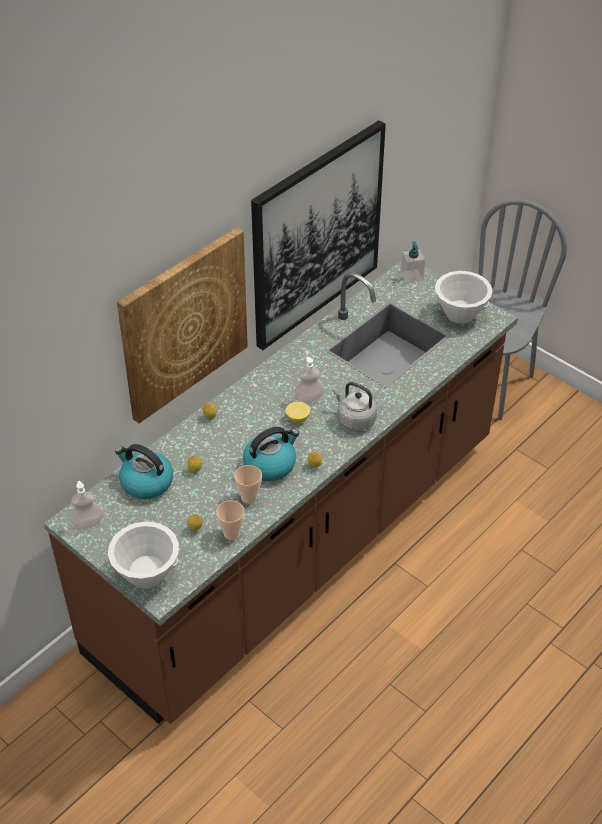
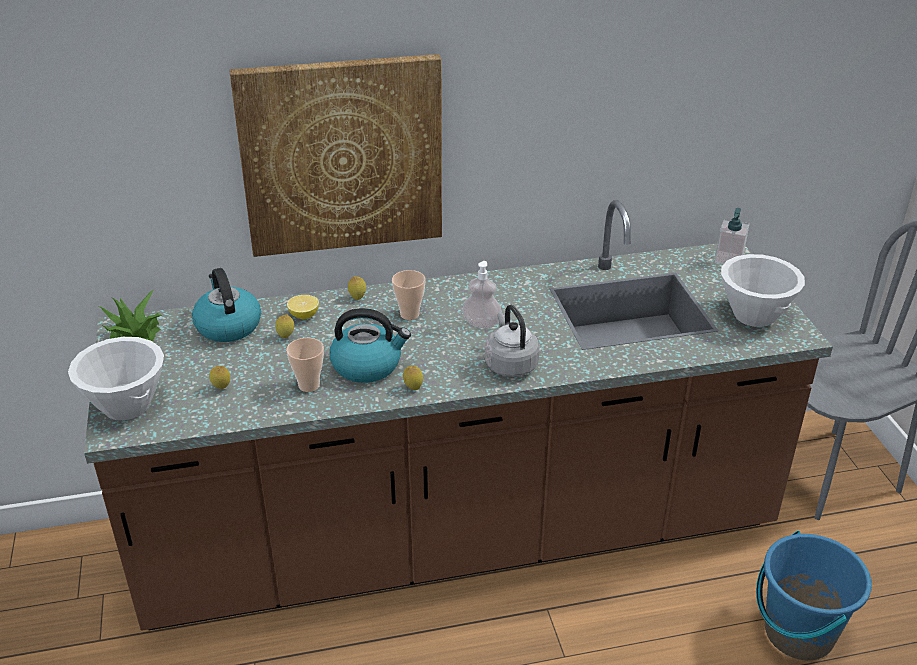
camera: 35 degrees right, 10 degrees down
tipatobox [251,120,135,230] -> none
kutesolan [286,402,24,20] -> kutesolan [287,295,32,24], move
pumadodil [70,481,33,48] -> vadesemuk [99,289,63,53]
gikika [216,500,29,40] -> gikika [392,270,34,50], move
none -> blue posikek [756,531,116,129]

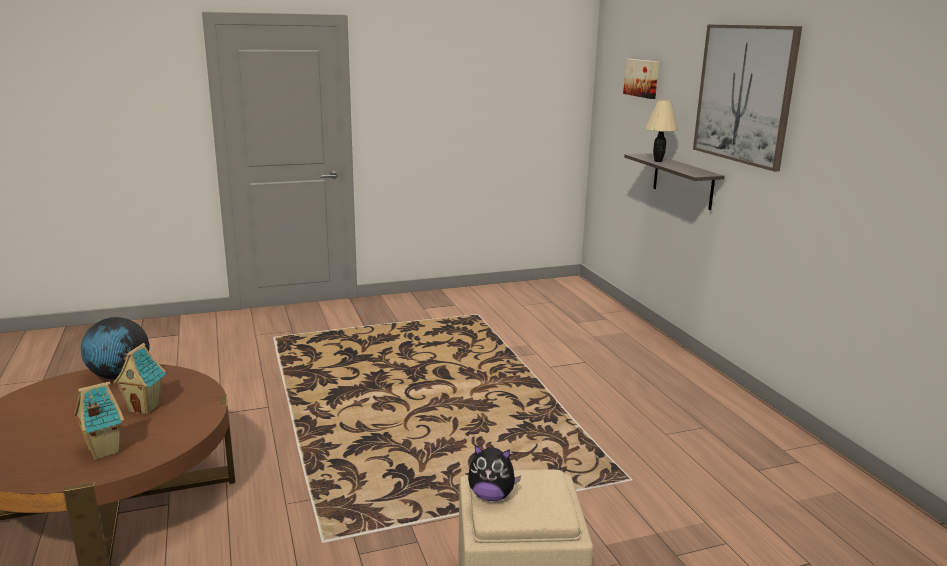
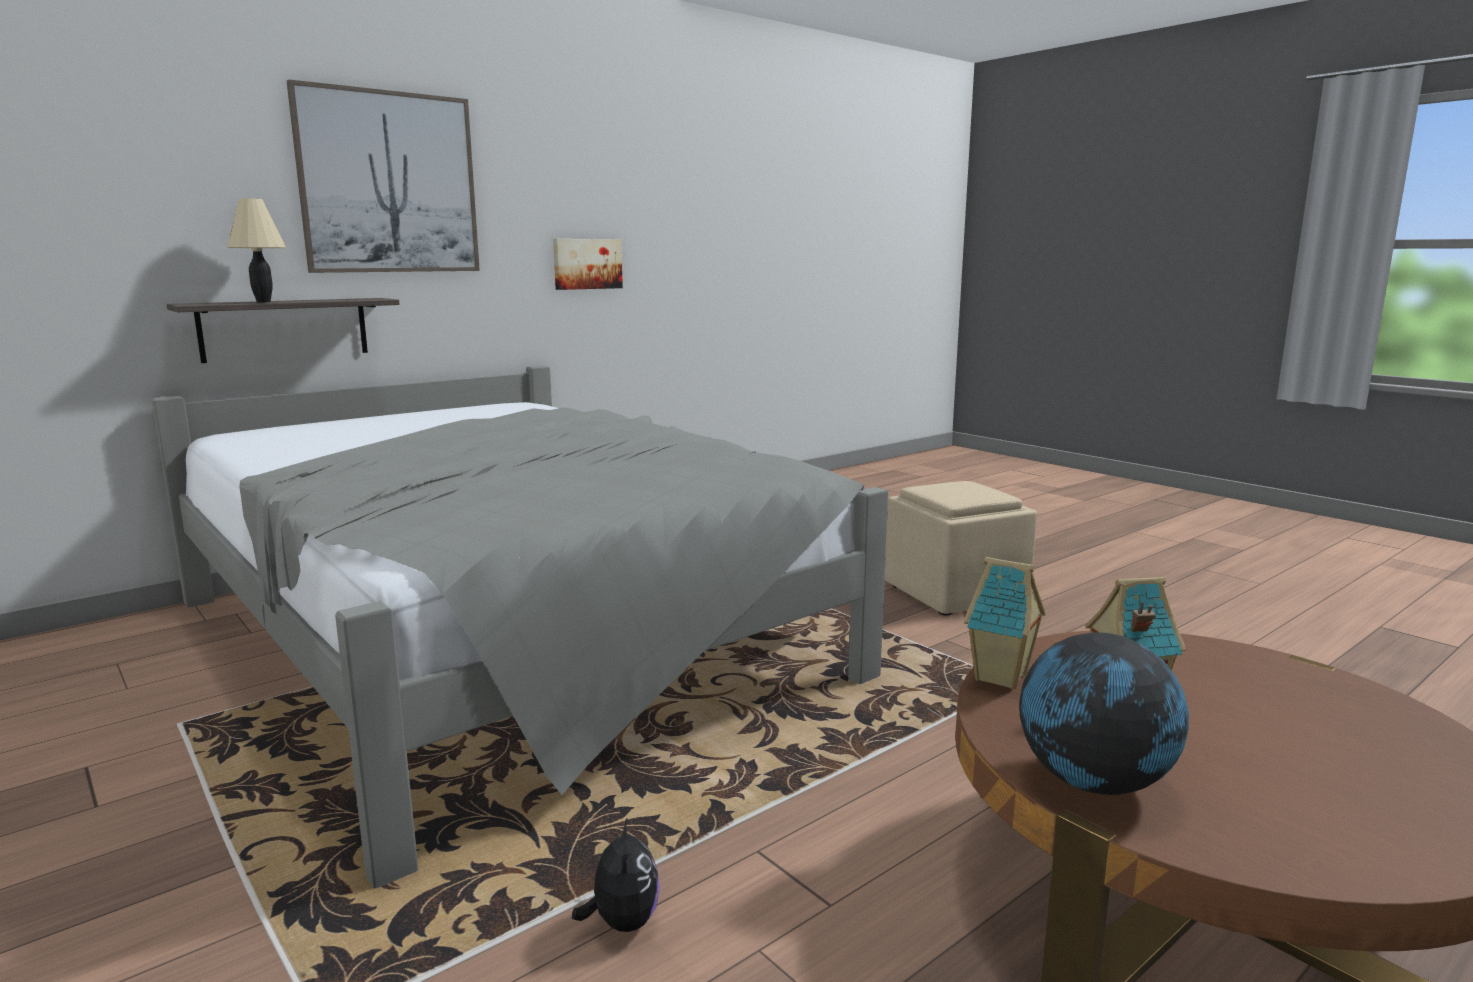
camera: 110 degrees left, 5 degrees down
tipatobox [623,59,36,40] -> tipatobox [553,239,70,51], move
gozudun [74,381,50,79] -> gozudun [964,557,82,132], move
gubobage [468,445,53,56] -> gubobage [572,817,88,115], move
none -> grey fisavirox [151,365,737,523]

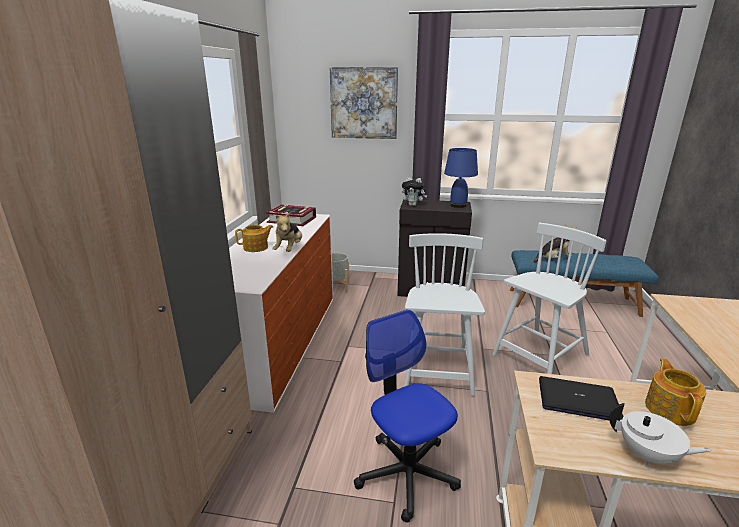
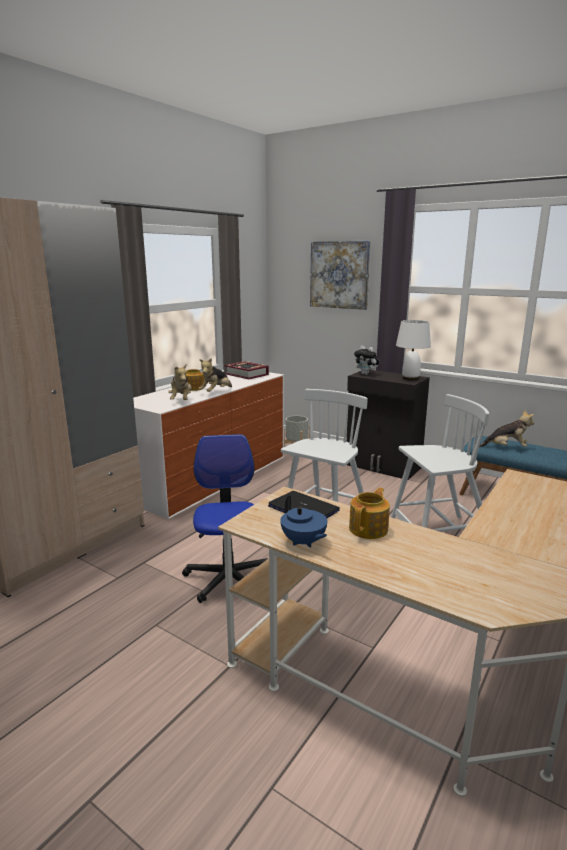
camera: 25 degrees right, 5 degrees down
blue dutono [444,148,34,60] -> white dutono [396,320,35,61]
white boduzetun [609,403,102,62] -> blue boduzetun [280,496,47,52]
none -> gubobage [168,364,23,36]

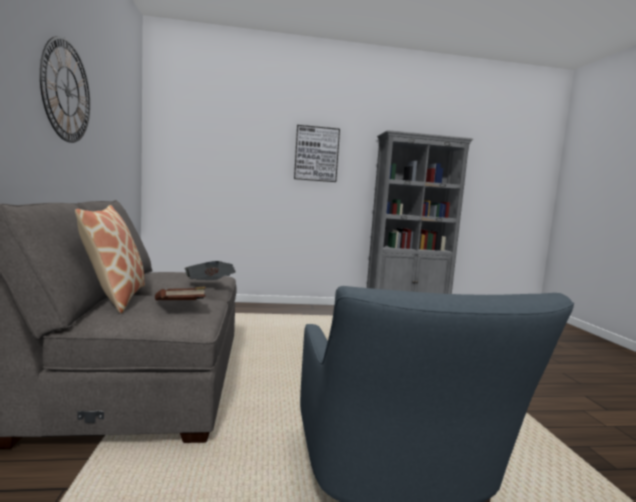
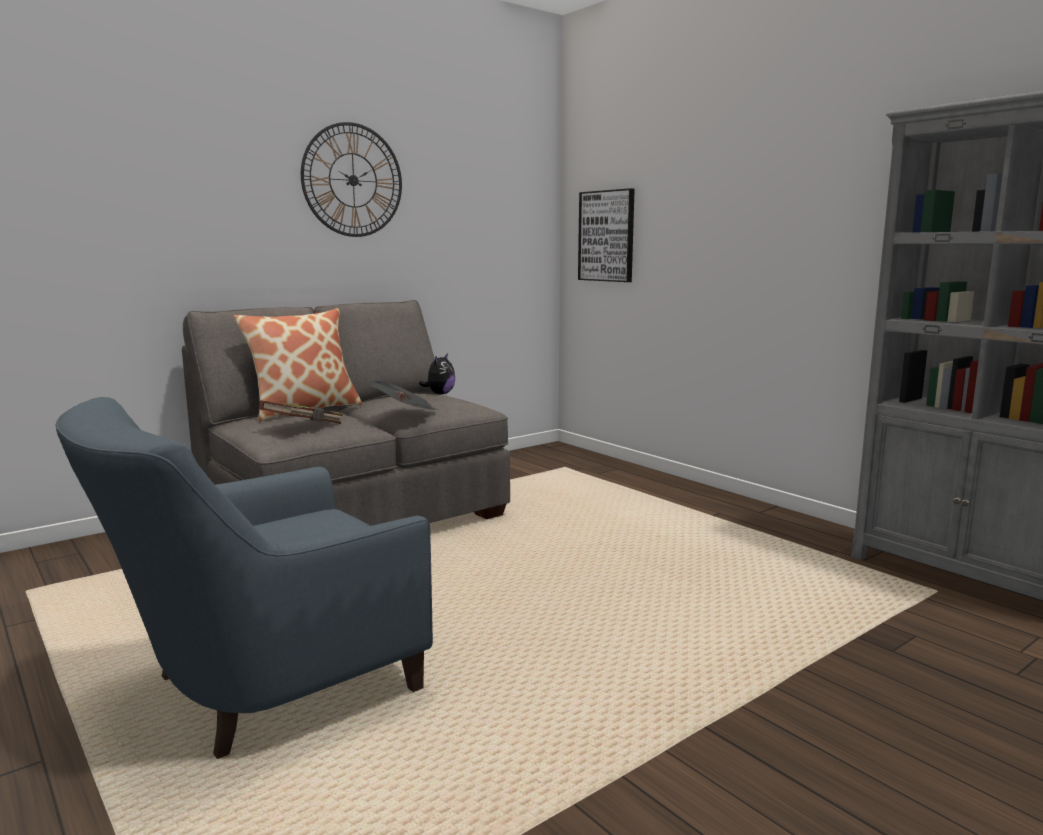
camera: 60 degrees right, 5 degrees up
tipatobox [294,125,46,57] -> tipatobox [578,188,57,94], move
none -> gubobage [419,353,36,41]

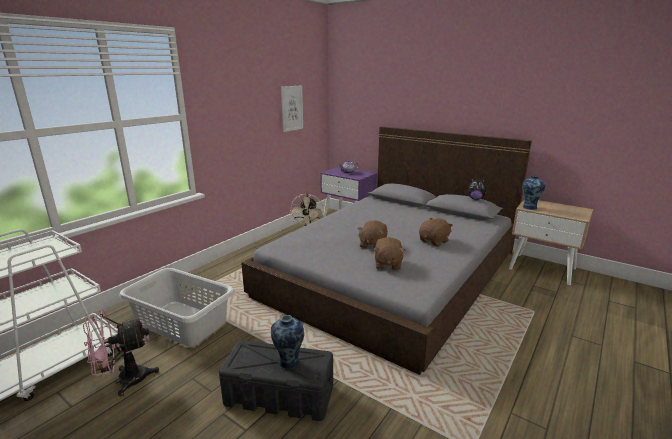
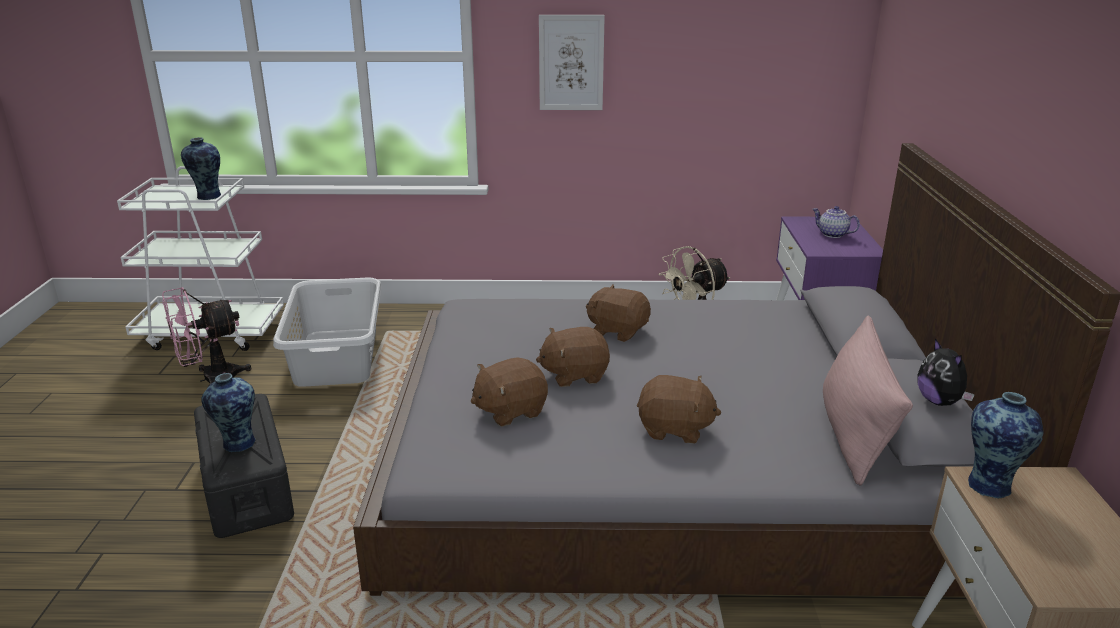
camera: 55 degrees right, 5 degrees up
tipatobox [281,86,22,46] -> tipatobox [539,15,66,95], move
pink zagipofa [83,309,76,88] -> pink zagipofa [162,287,89,99], 60 degrees counterclockwise
none -> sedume [181,137,40,63]
none -> brown gubobage [586,285,65,57]
none -> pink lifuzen [823,315,90,171]

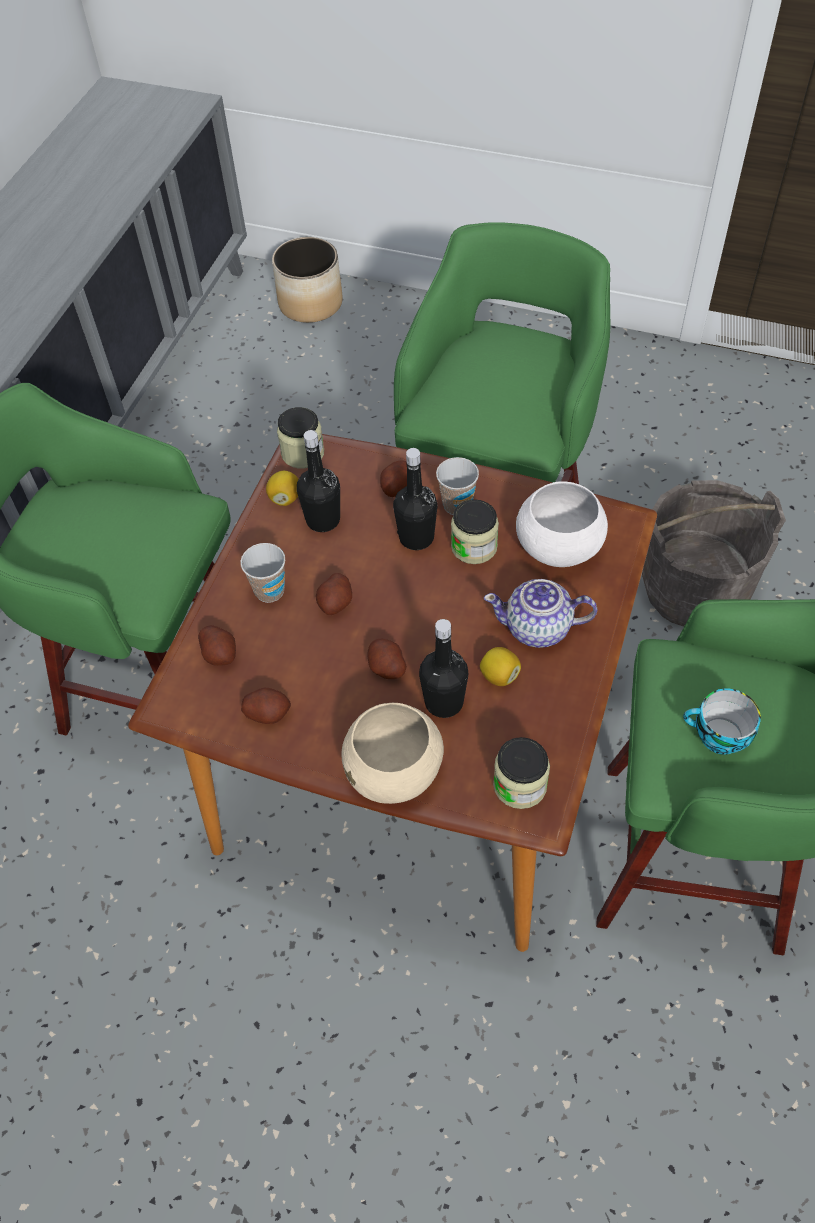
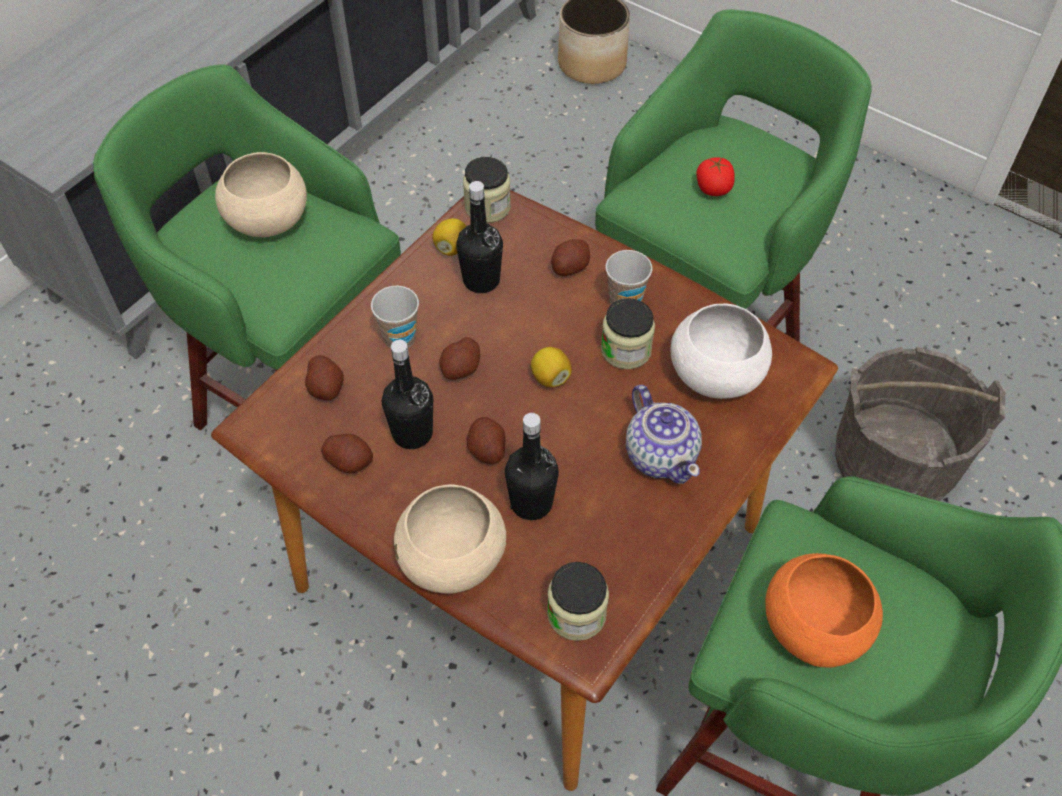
camera: 15 degrees right, 0 degrees up
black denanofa [393,448,44,102] -> black denanofa [382,340,51,109], move
boduzetun [484,579,113,69] -> boduzetun [626,385,76,99], 135 degrees counterclockwise
kutesolan [480,647,41,39] -> kutesolan [531,347,41,40], move
gikika [683,689,78,66] -> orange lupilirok [765,553,118,115]
none -> beige lupilirok [215,152,92,85]
none -> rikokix [696,157,39,39]

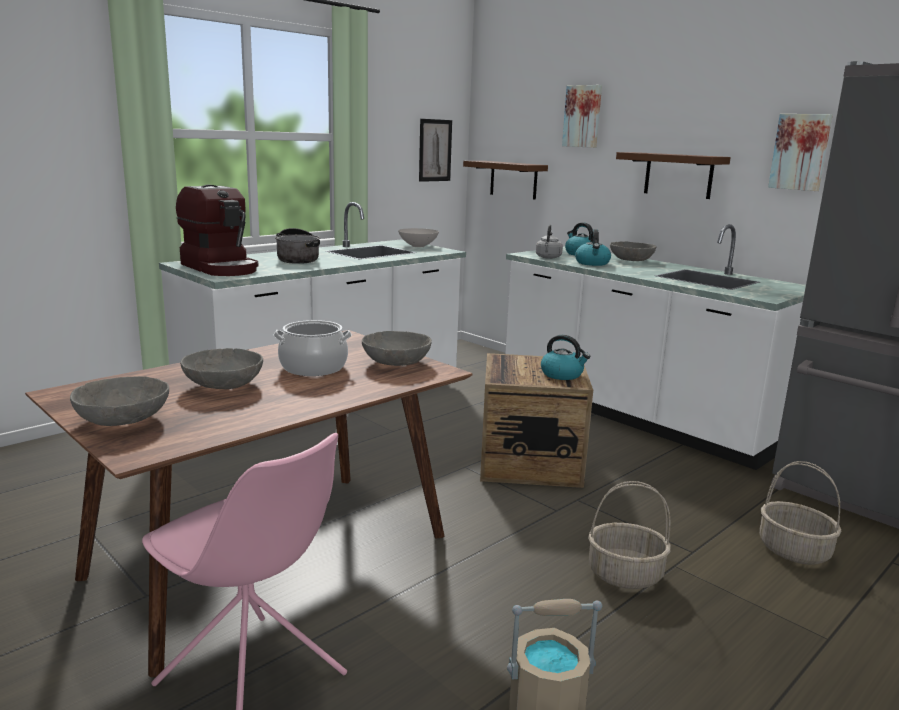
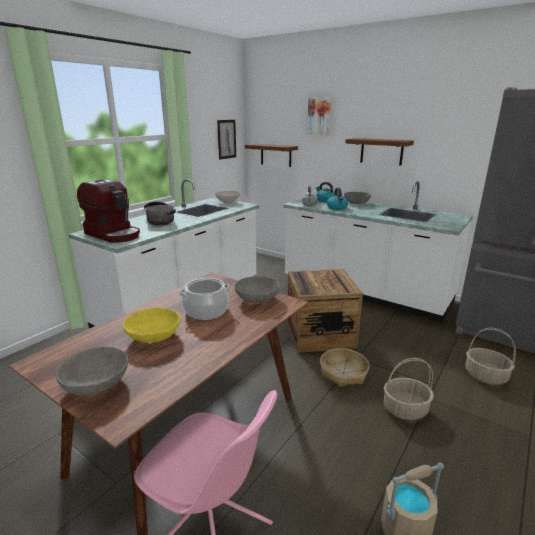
camera: 10 degrees left, 5 degrees up
tipatobox [768,114,65,77] -> none
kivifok [541,335,49,45] -> none
grey lupilirok [180,348,83,41] -> yellow lupilirok [123,308,57,35]
none -> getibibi [320,348,50,39]

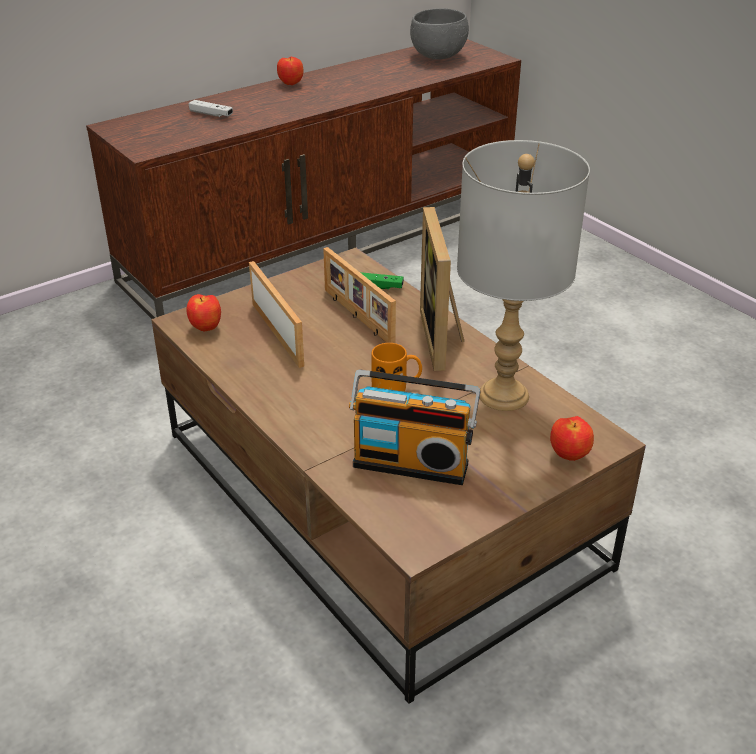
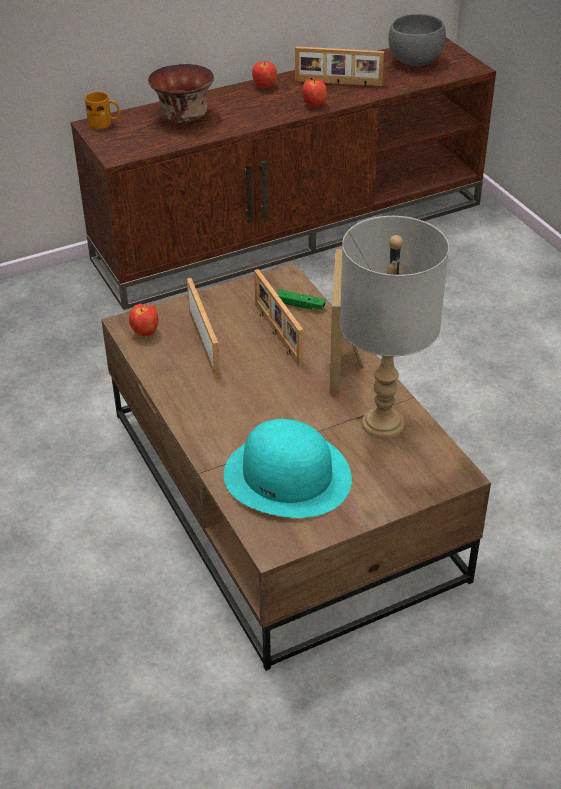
camera: 10 degrees right, 5 degrees up
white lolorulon [189,100,44,17] -> lupilirok [148,64,66,59]
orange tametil [371,343,51,49] -> orange tametil [85,92,35,37], move
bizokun [349,370,132,115] -> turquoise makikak [224,419,128,99]
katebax [550,416,44,45] -> katebax [302,79,25,28], move
none -> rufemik [295,46,89,40]

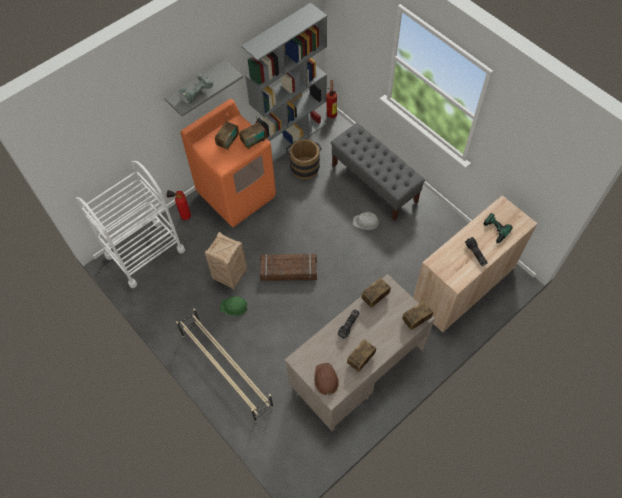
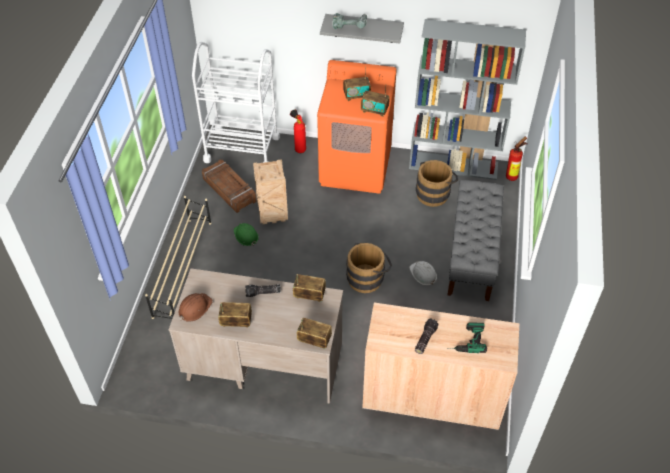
camera: 50 degrees right, 10 degrees down
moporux [260,253,57,28] -> moporux [202,159,55,54], move
none -> brown posikek [346,243,46,50]

